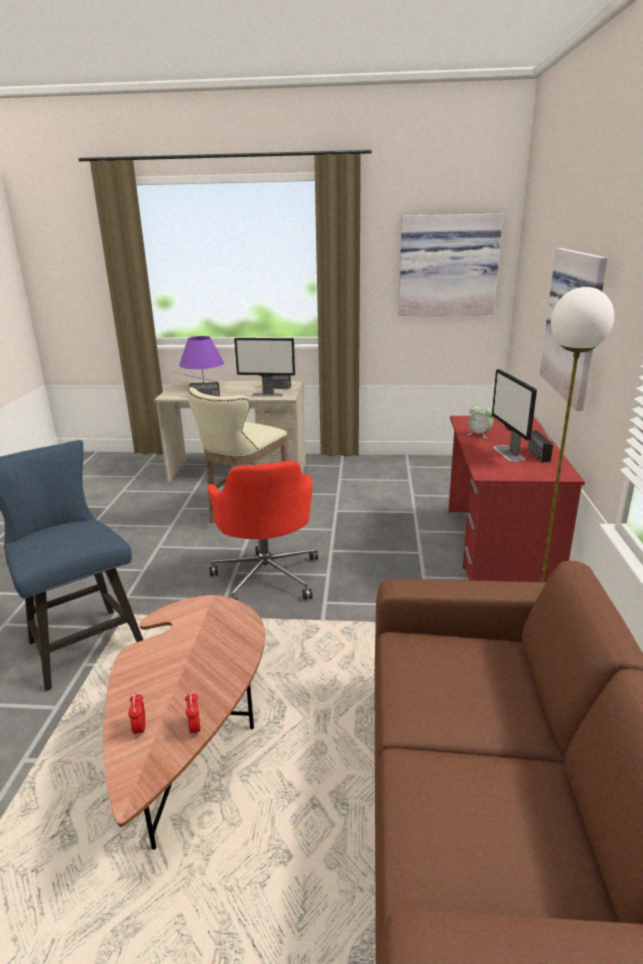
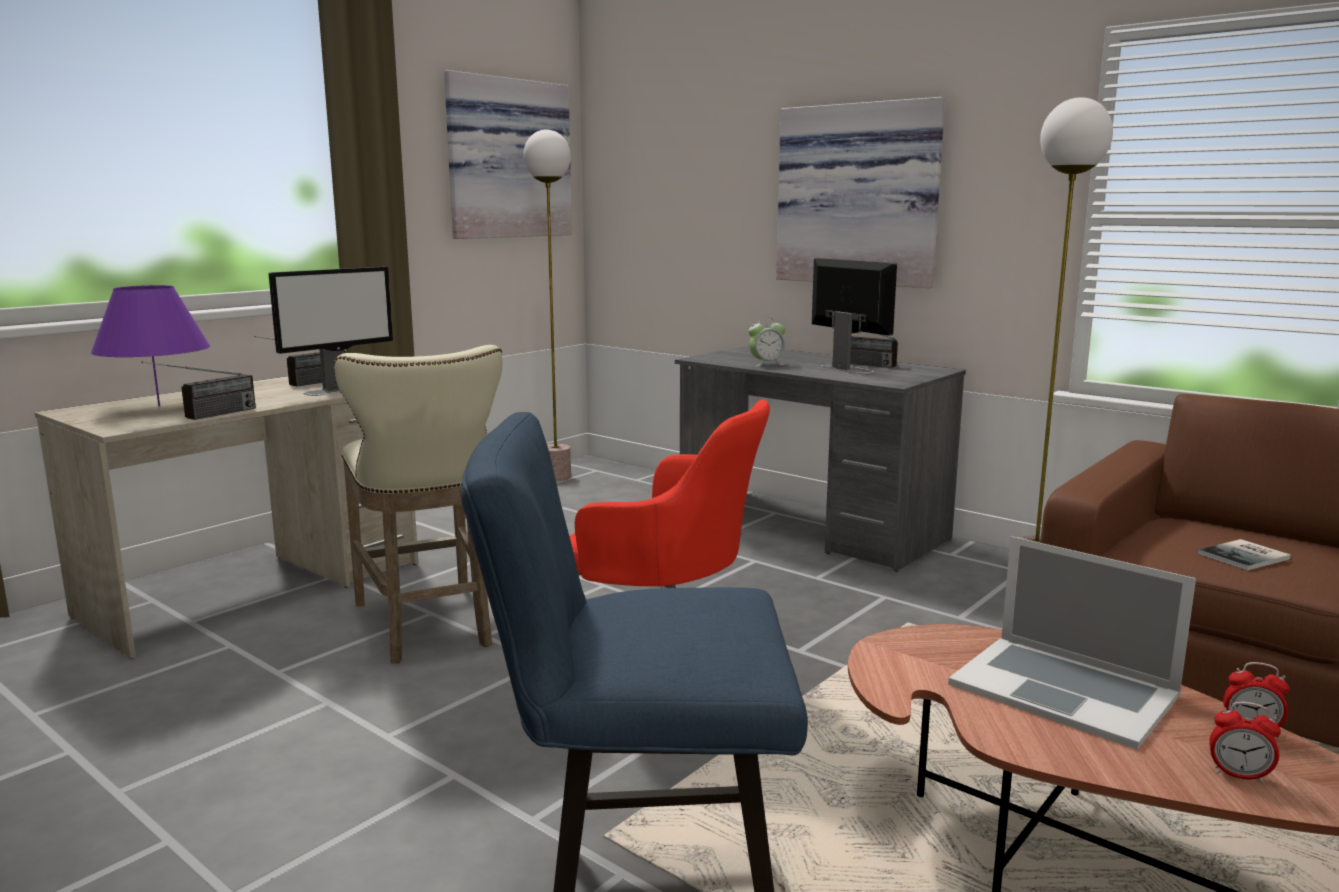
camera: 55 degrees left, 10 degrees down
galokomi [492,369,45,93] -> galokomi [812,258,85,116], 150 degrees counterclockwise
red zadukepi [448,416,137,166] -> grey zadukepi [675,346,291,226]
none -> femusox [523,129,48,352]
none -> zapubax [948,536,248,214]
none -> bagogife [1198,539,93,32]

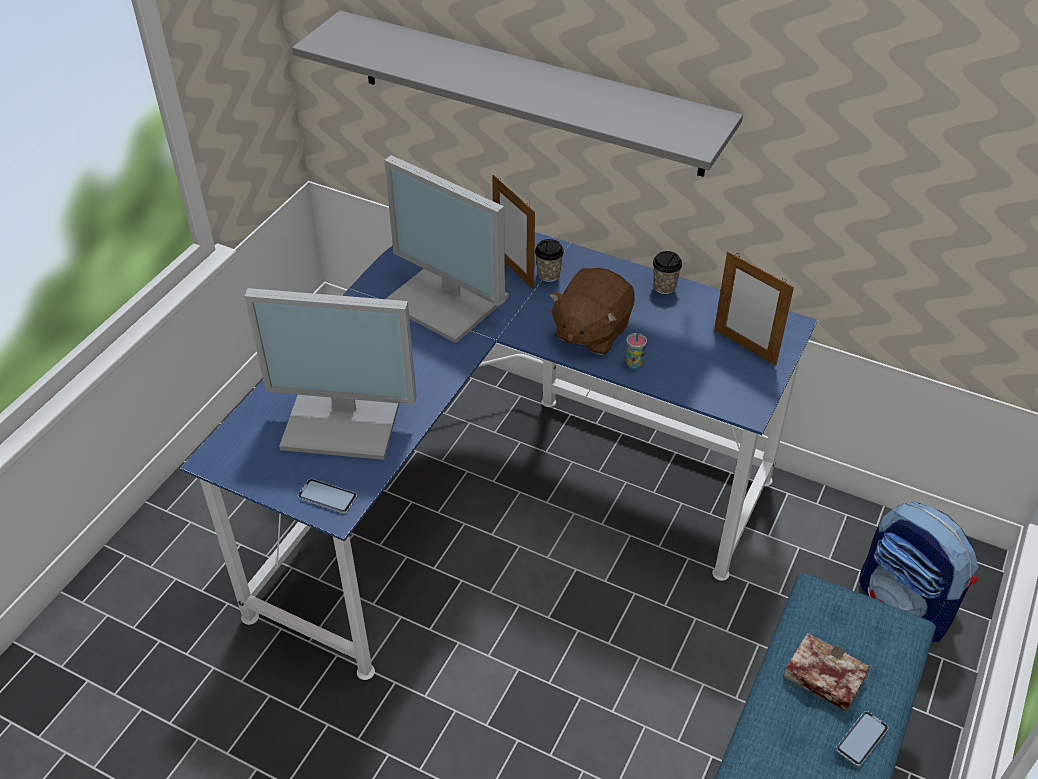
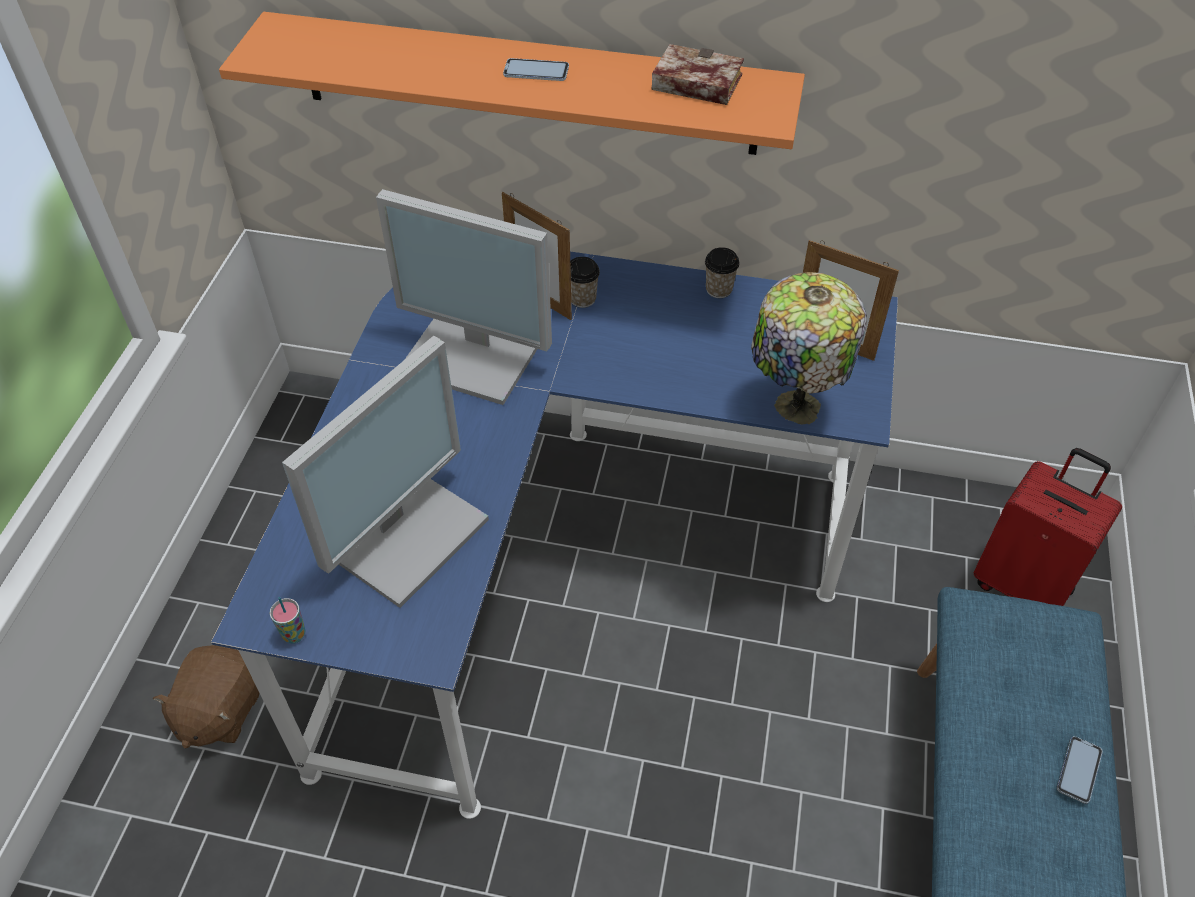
camera: 15 degrees left, 5 degrees up
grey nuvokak [292,10,451,167] -> orange nuvokak [219,12,586,143]
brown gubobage [549,268,86,87] -> brown gubobage [153,645,106,103], move
galokomi [244,288,173,172] -> galokomi [282,336,207,272], 45 degrees counterclockwise
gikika [626,327,21,42] -> gikika [270,597,36,47], move
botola [298,479,59,35] -> botola [503,58,66,23], move
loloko [859,502,119,140] -> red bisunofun [974,448,148,158]
bagogife [783,633,87,79] -> bagogife [651,44,93,61], move
none -> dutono [751,272,116,153]

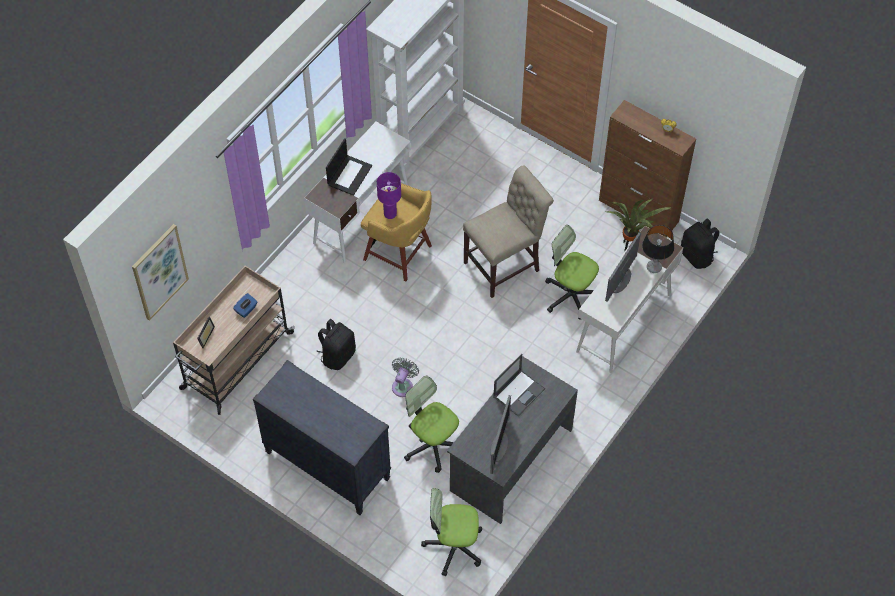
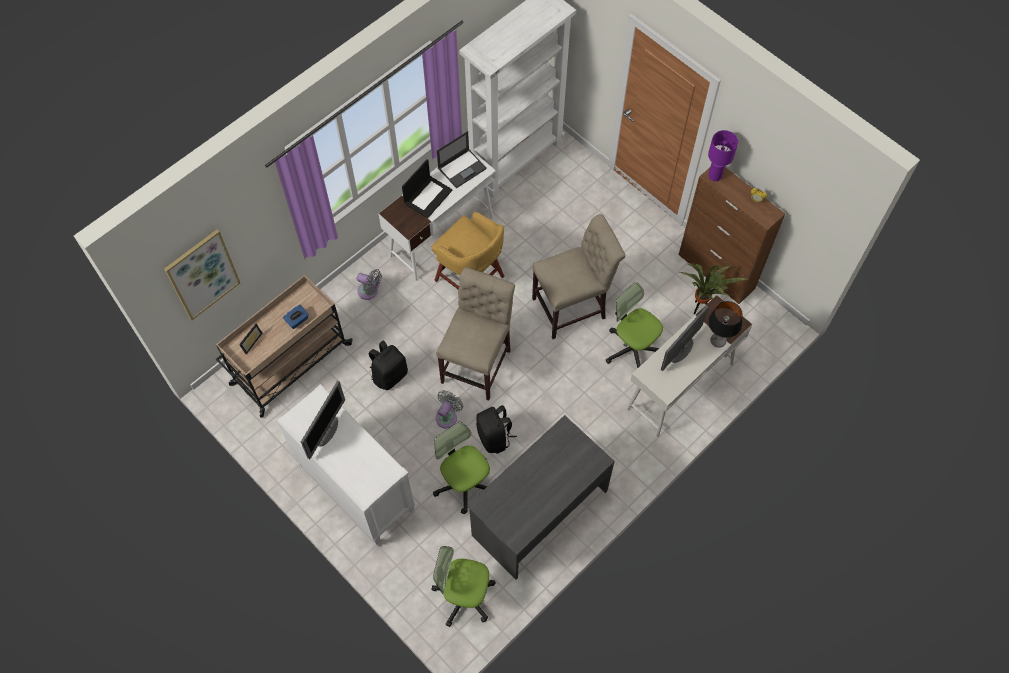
camera: 10 degrees right, 5 degrees up
purple dutono [377,172,24,47] -> purple dutono [708,130,30,51], move
black loloko [681,218,38,51] -> black loloko [476,405,41,49], move
zapubax [493,354,52,62] -> zapubax [437,131,50,57], move
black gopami [253,360,138,155] -> white gopami [276,384,139,162]
galokomi [490,395,21,79] -> galokomi [301,381,44,78], move
none -> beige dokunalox [436,267,79,134]
none -> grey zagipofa [357,269,25,31]

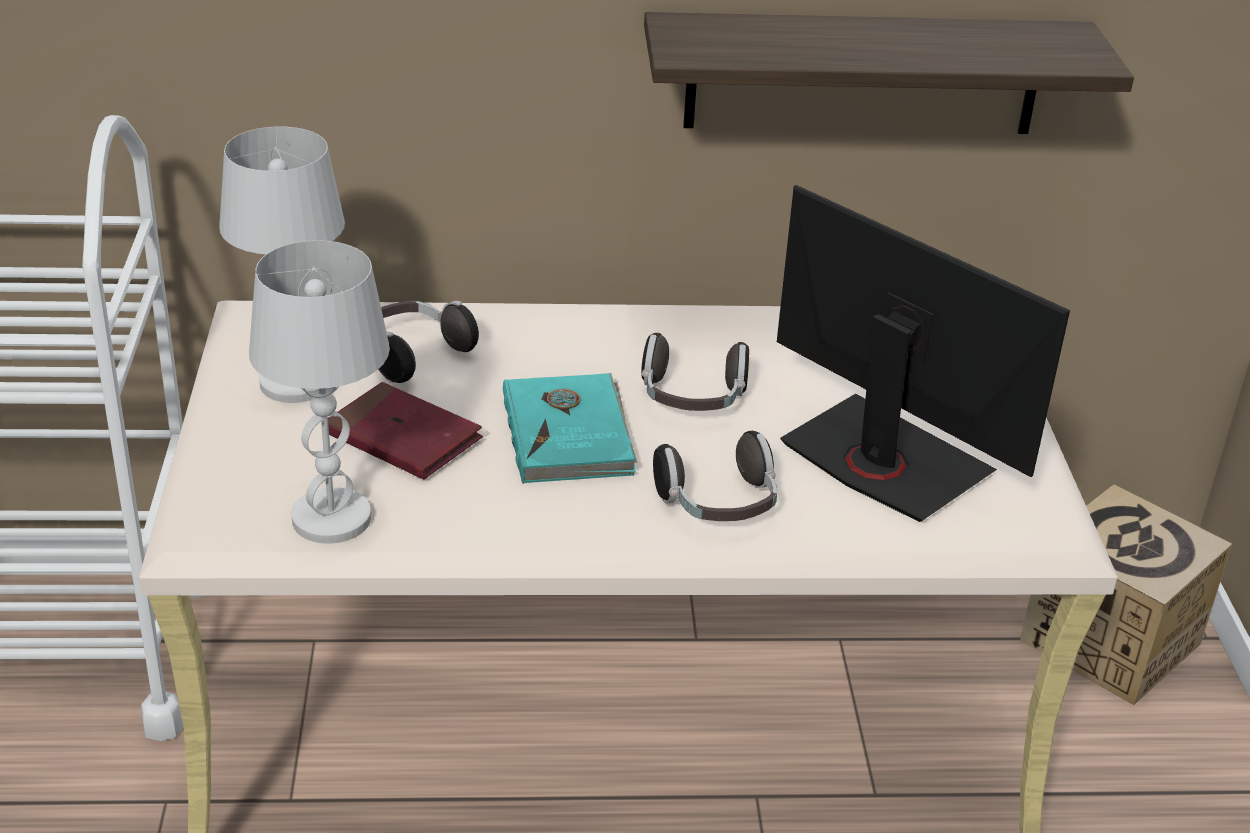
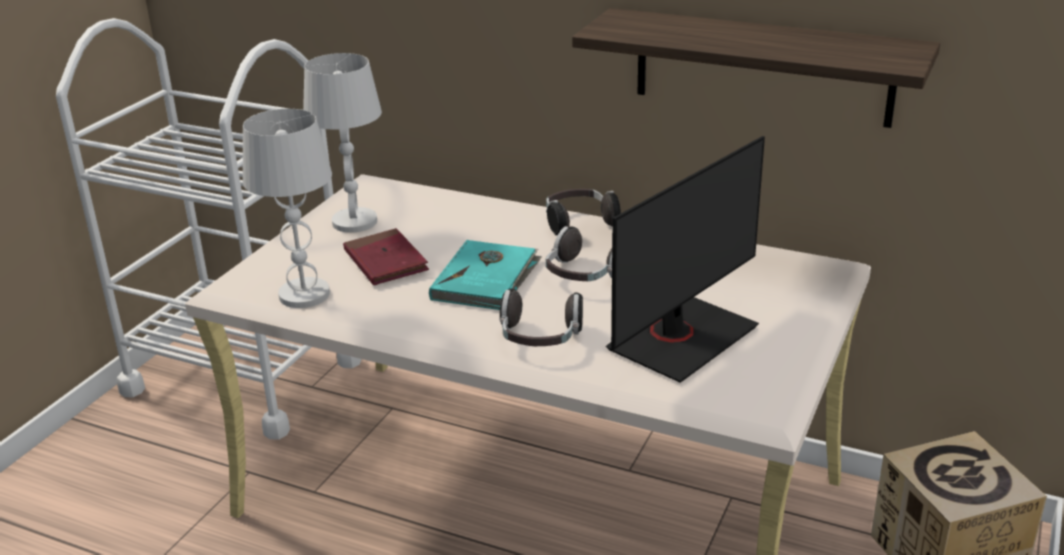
camera: 30 degrees right, 5 degrees down
galokomi [777,185,293,337] -> galokomi [605,136,160,247], 60 degrees clockwise
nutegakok [378,301,101,82] -> nutegakok [546,189,75,46], move

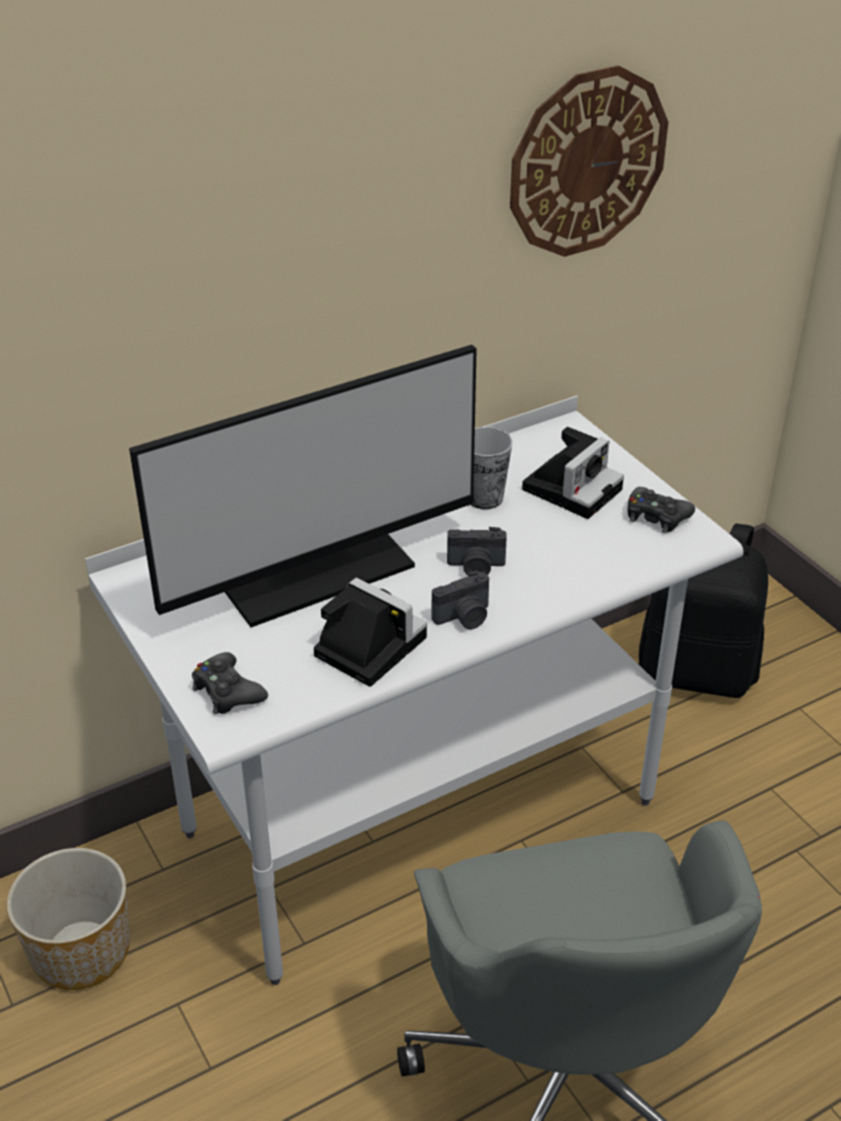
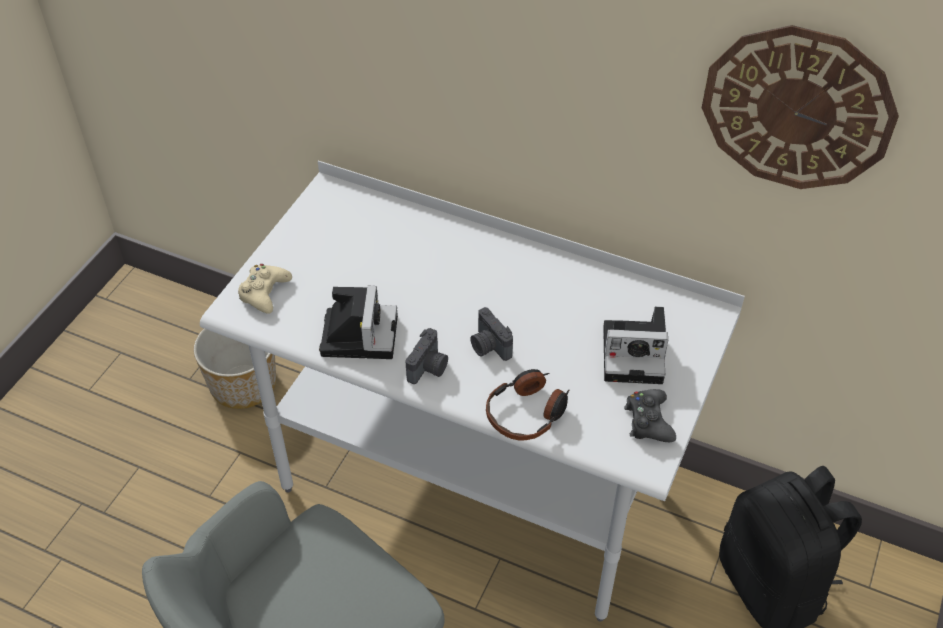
camera: 55 degrees right, 10 degrees up
galokomi [129,345,348,282] -> none
gikika [471,427,42,82] -> none
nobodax [431,571,58,58] -> nobodax [405,328,43,56], 90 degrees counterclockwise
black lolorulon [192,652,76,62] -> beige lolorulon [238,264,54,50]
none -> nutegakok [486,369,83,71]

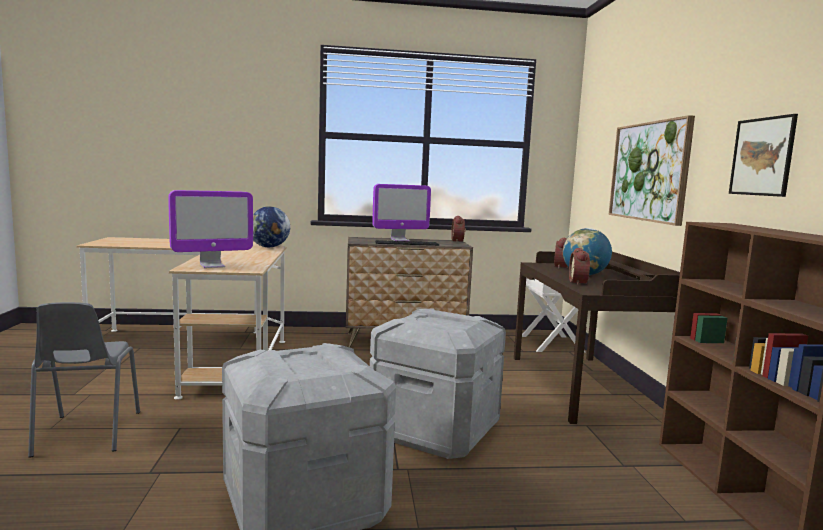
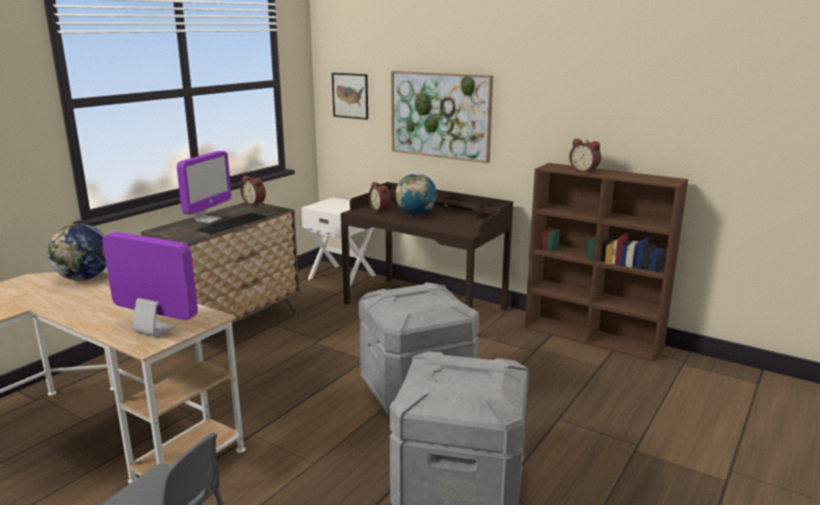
camera: 50 degrees left, 10 degrees up
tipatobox [729,114,69,83] -> tipatobox [332,73,36,47], move
galokomi [168,190,85,78] -> galokomi [103,232,95,105], 75 degrees counterclockwise
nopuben [569,248,21,37] -> nopuben [569,138,32,35], move

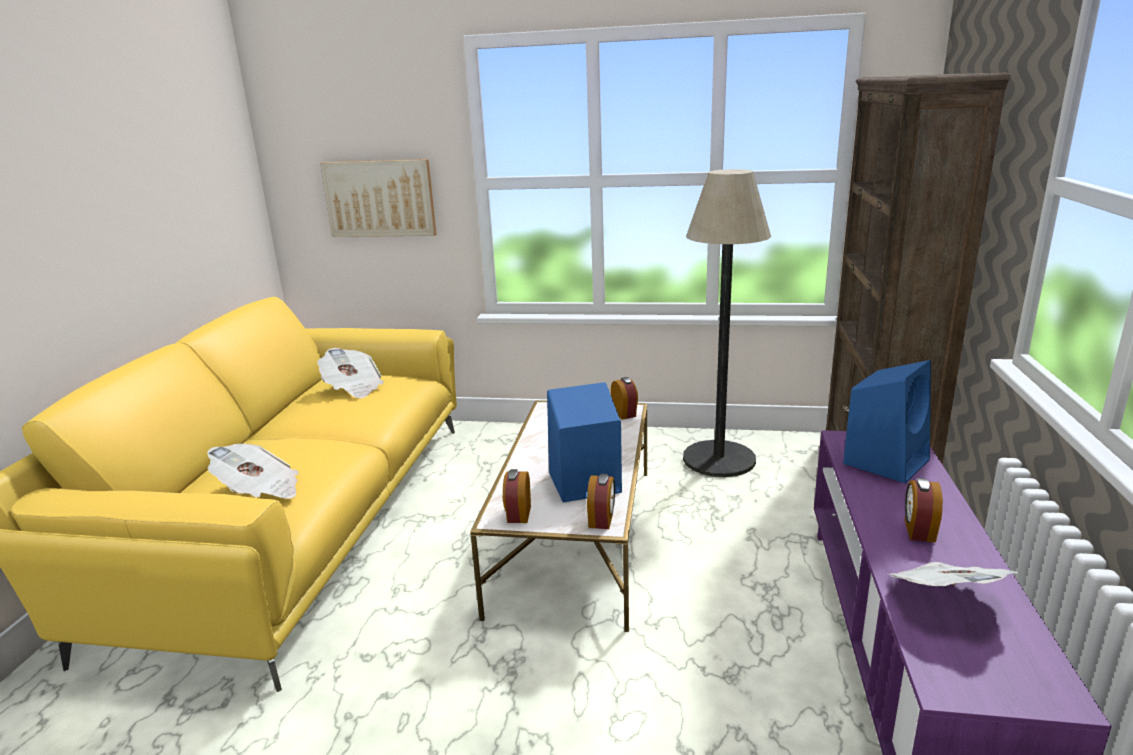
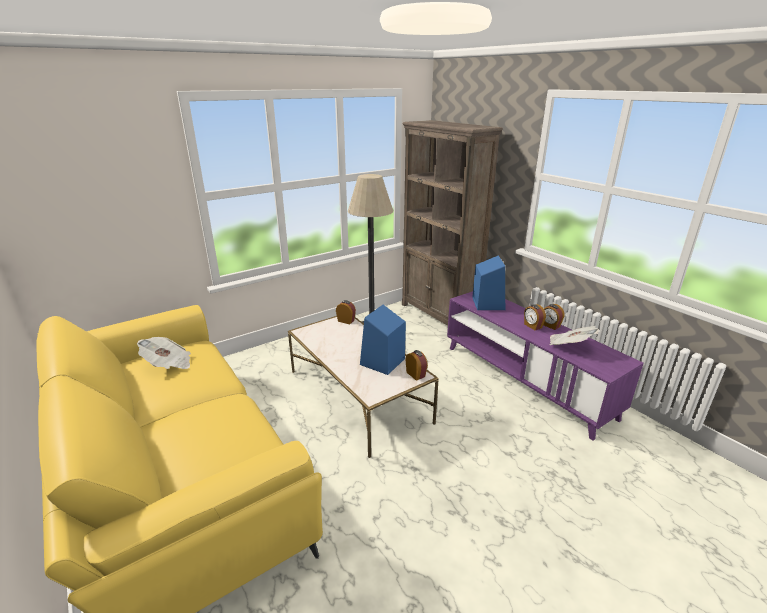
camera: 45 degrees left, 5 degrees up
tipatobox [320,159,116,78] -> none
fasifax [207,444,91,55] -> none
nopuben [503,469,28,54] -> nopuben [543,304,21,26], move

